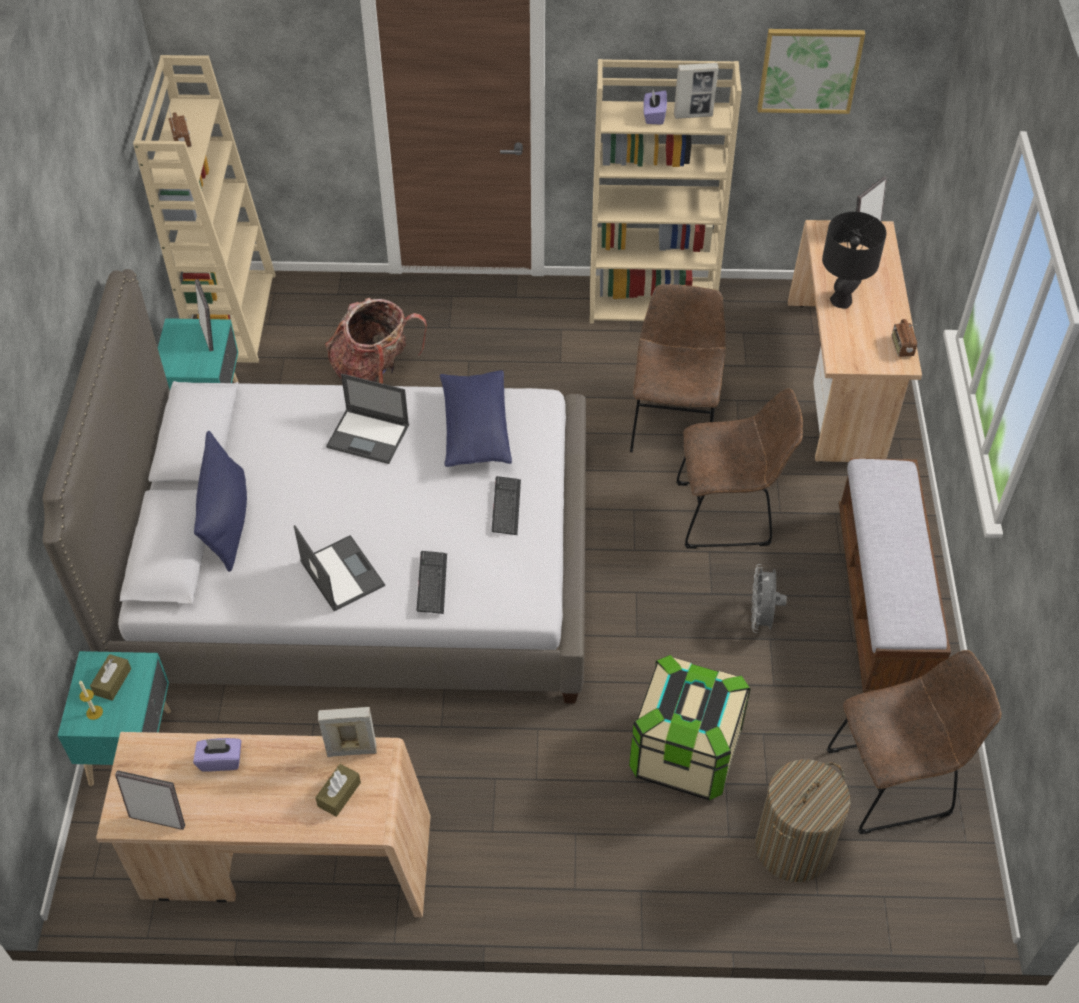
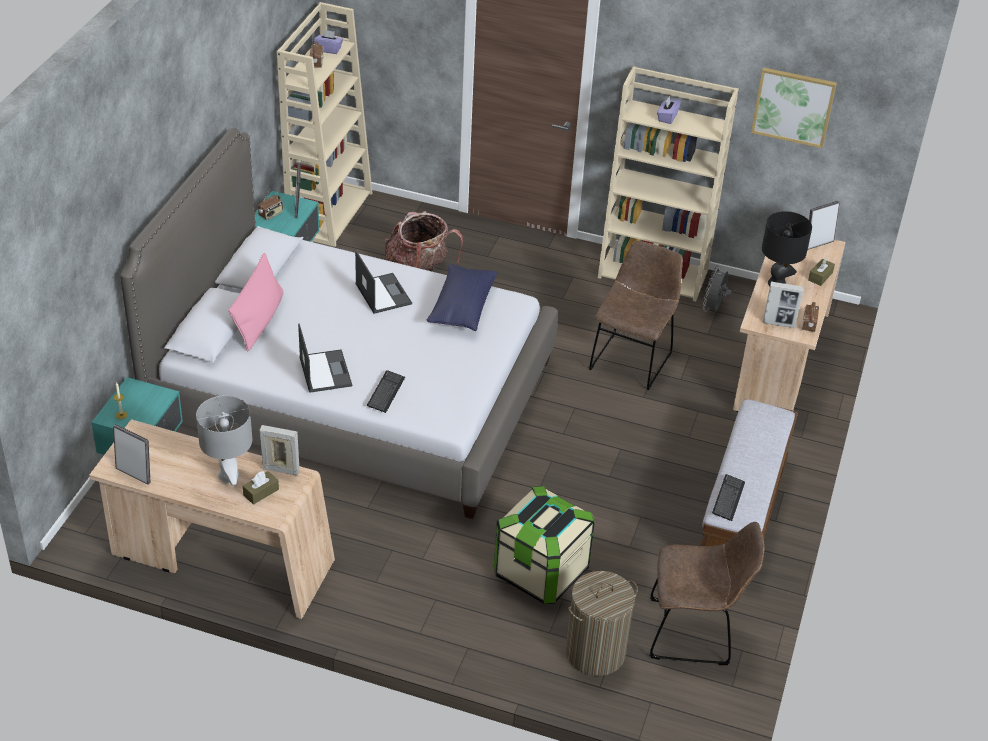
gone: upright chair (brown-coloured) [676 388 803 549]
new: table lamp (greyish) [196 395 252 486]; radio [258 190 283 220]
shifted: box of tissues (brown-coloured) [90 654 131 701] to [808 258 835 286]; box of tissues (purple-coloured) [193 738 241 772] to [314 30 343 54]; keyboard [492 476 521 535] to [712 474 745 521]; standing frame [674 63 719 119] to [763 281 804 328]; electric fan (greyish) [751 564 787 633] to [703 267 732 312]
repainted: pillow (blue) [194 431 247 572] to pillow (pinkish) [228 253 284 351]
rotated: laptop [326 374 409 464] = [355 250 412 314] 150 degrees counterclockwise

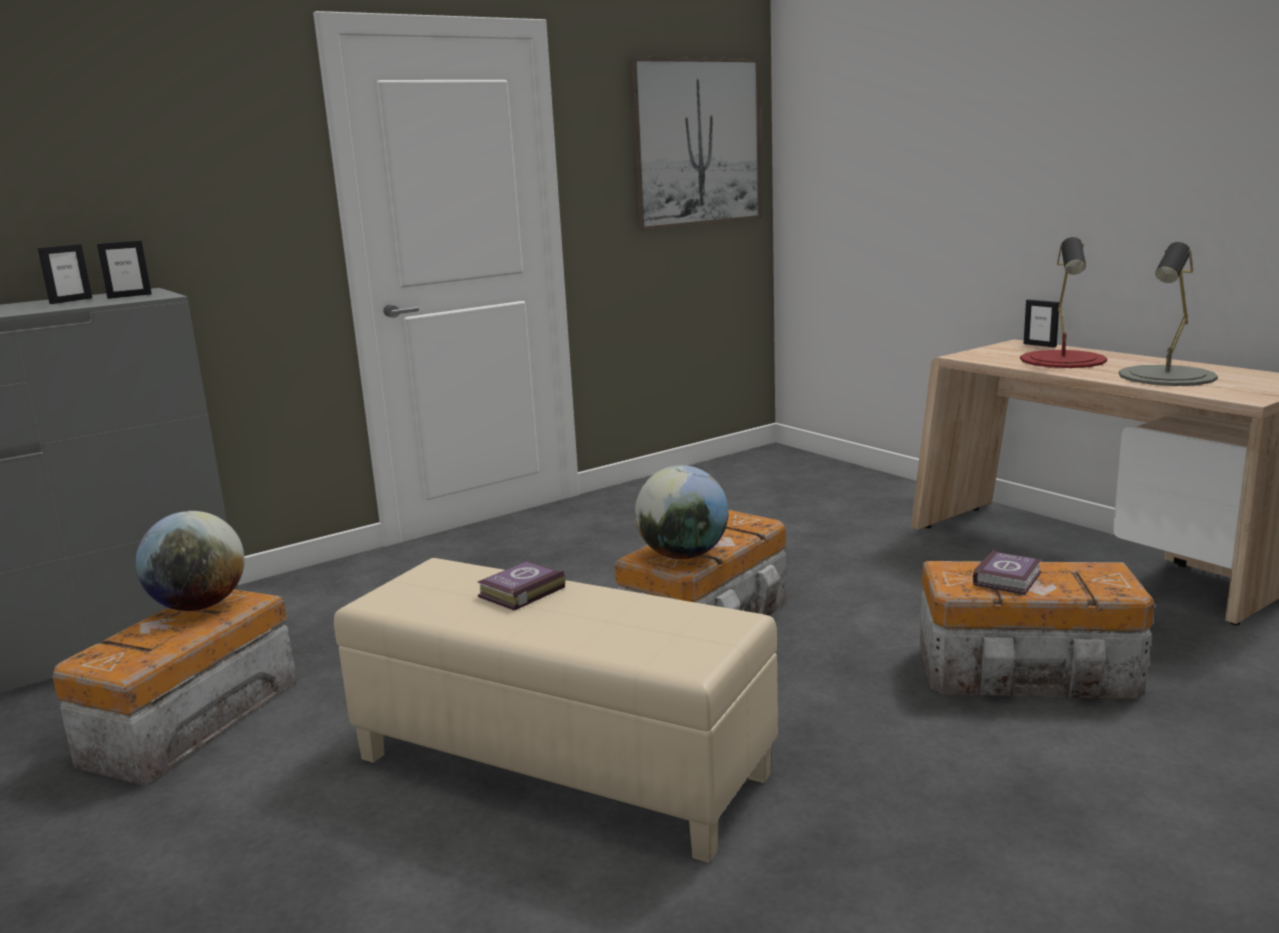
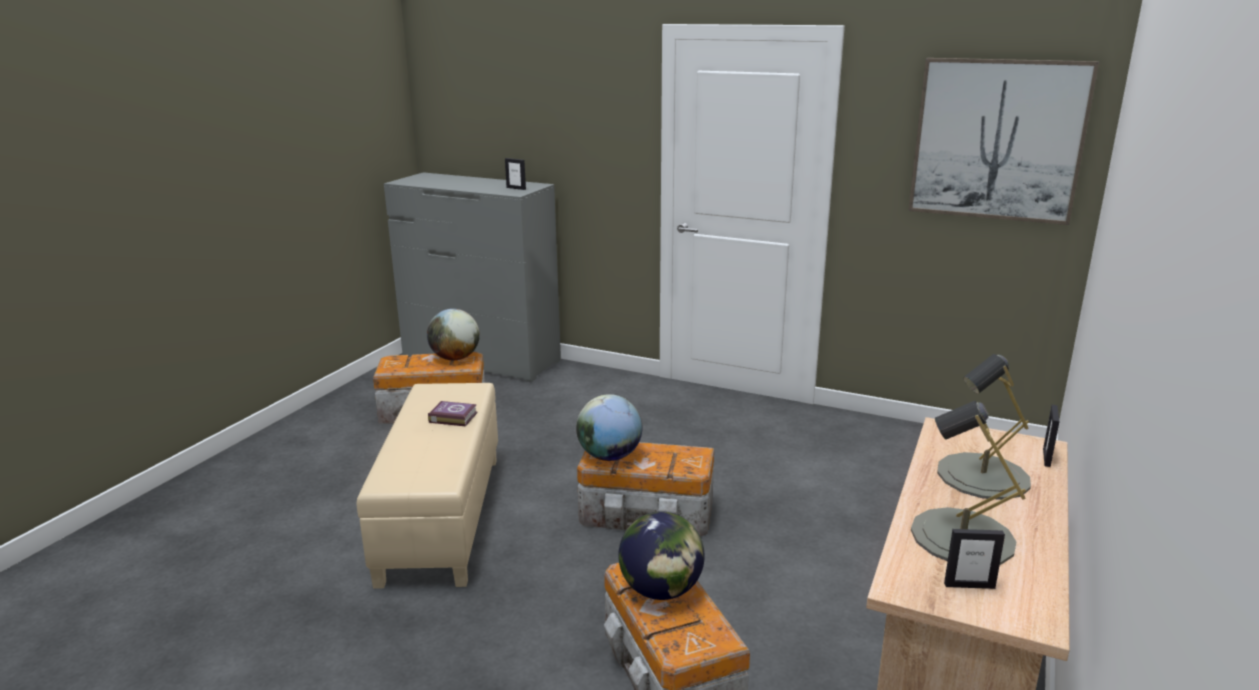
shifted: standing frame [38 244 92 304] to [944 529 1005 589]
swapped: bound book [973 550 1041 595] to desk globe [618 512 705 600]
repainted: table lamp (reddish) [1020 237 1107 368] to table lamp (greyish) [937 354 1031 500]

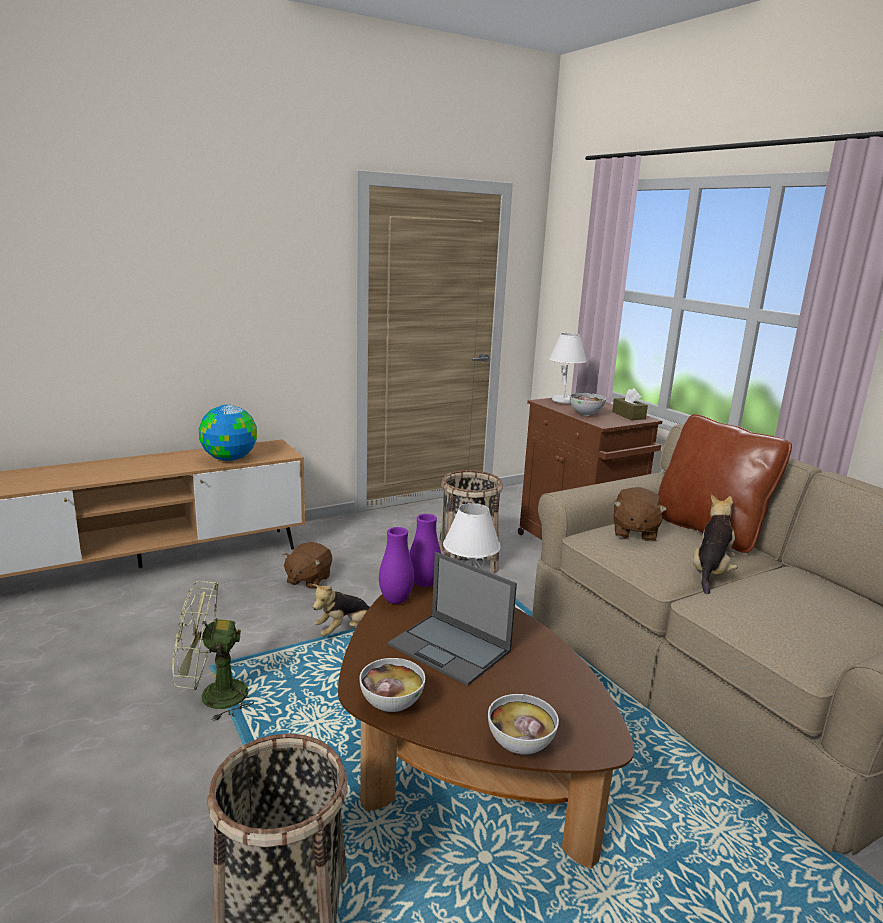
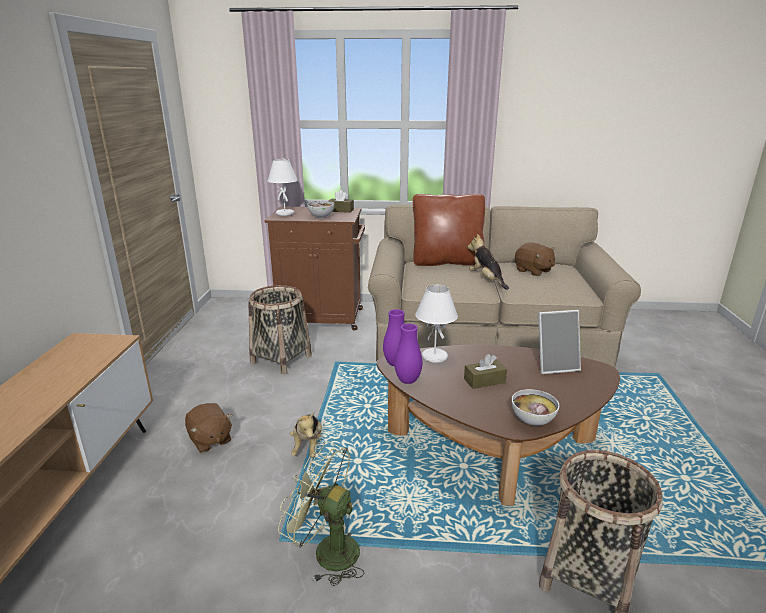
gone: desk globe [199 405 257 461]; bowl [488 694 559 755]
new: standing frame [538 310 581 374]
shifted: cuddly toy (brown-coloured) [613 487 667 542] to [515 242 555 276]
swapped: laptop [388 552 517 686] to box of tissues (brown-coloured) [464 354 507 389]
rotated: electric fan (green) [172 581 254 722] = [278 441 364 586] 90 degrees clockwise

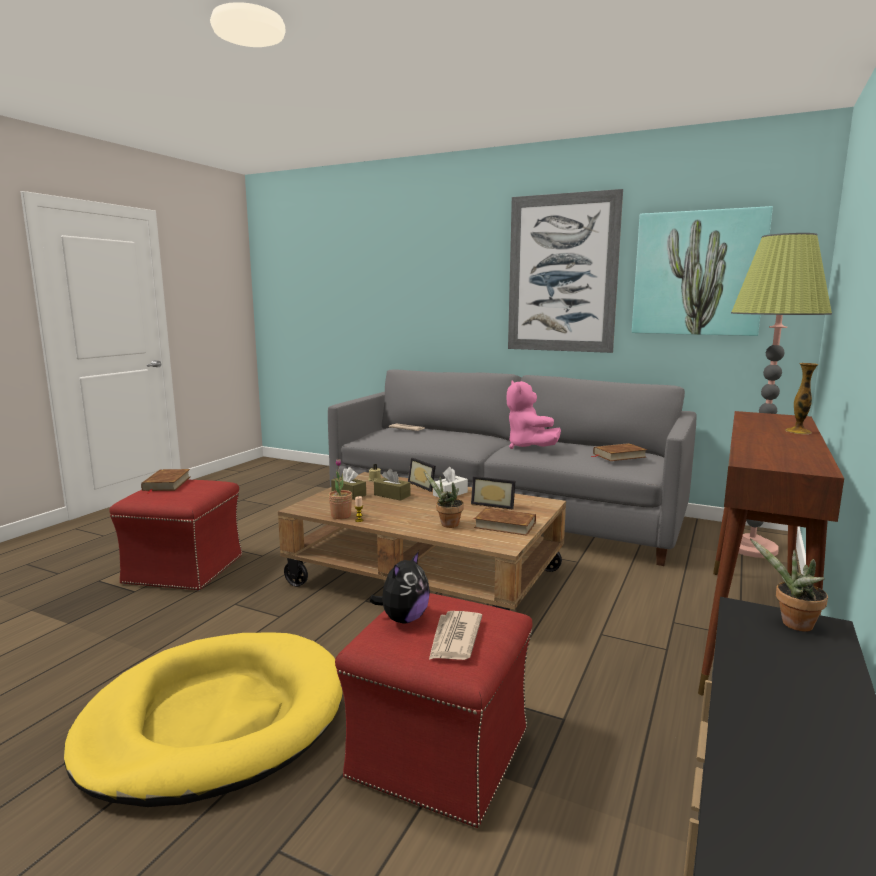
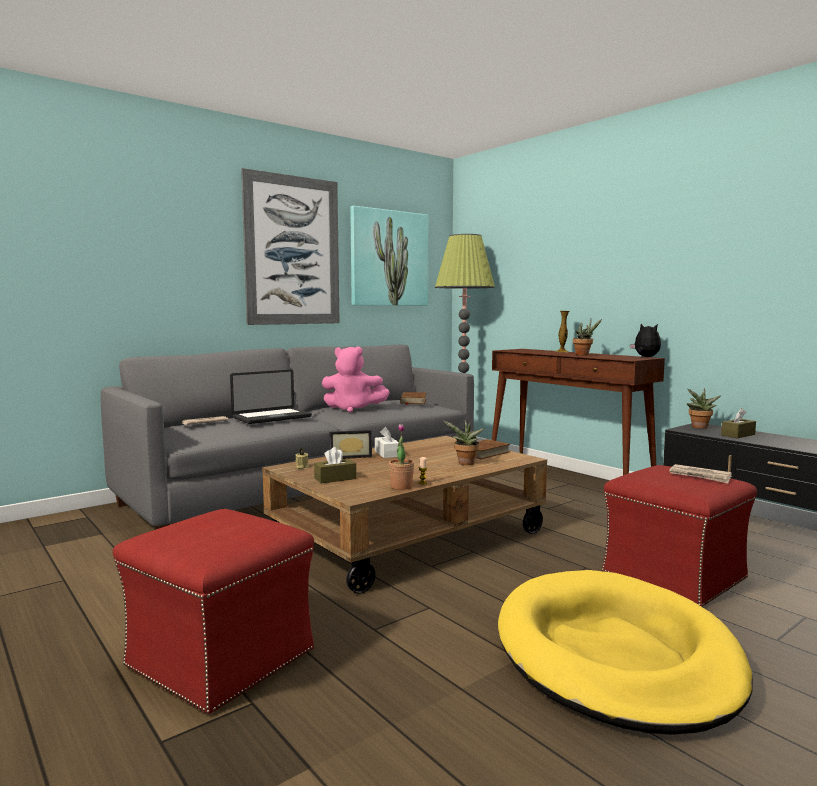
gone: bound book (brown-coloured) [141 469 190 494]; standing frame [471 476 515 510]
new: laptop [230 370 312 424]; potted plant [573 319 602 355]
shifted: cuddly toy [369 551 430 624] to [630 324 661 357]; box of tissues (brown-coloured) [374 469 410 501] to [721 408 756 438]

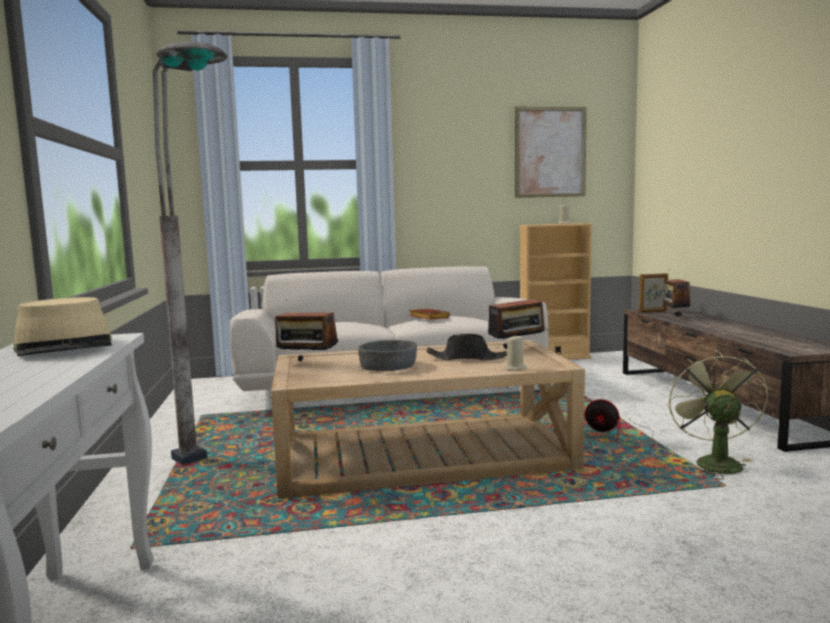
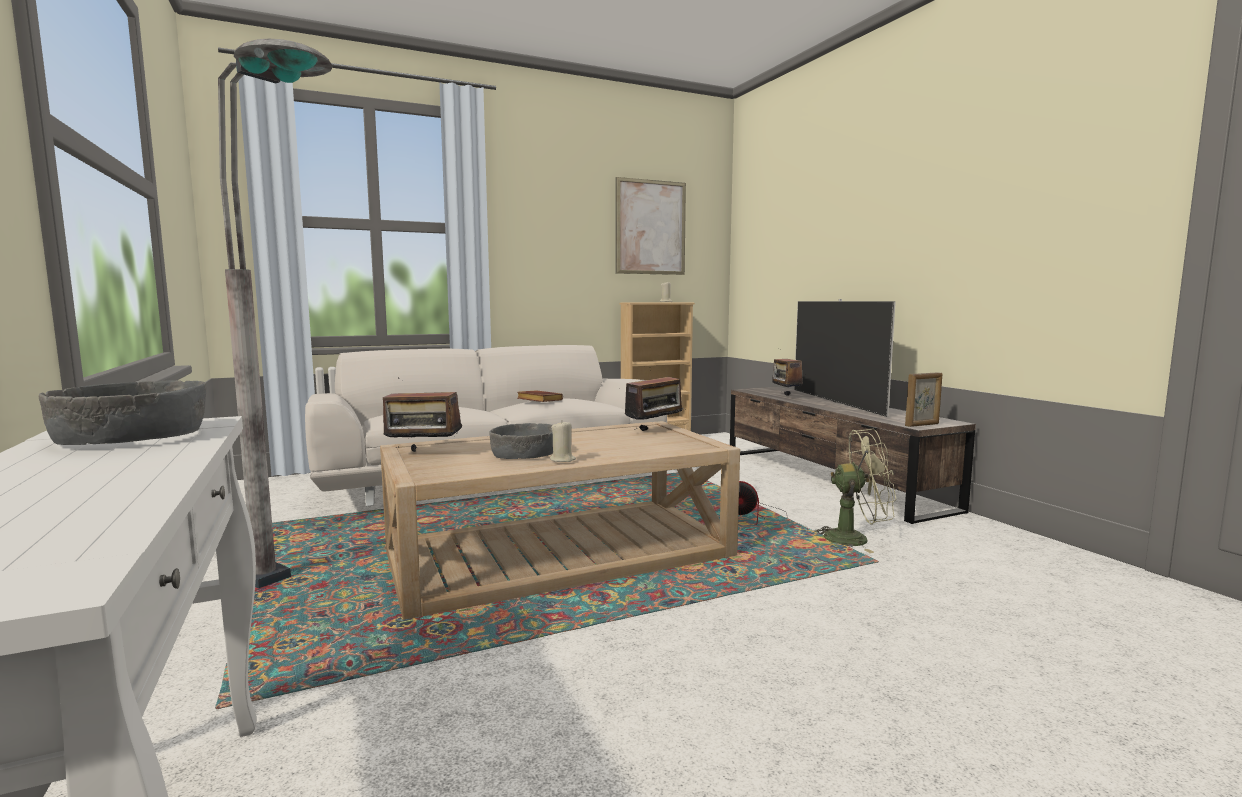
gone: wearable hat (black) [426 334 507 360]
new: TV [794 299 896 417]
shifted: wax light (beige-coloured) [505 334 527 370] to [550 421 576 462]; standing frame [639 273 668 312] to [905 372 942 427]
swapped: wearable hat (beige-coloured) [13 297 112 357] to bowl (greyish) [39 380 206 445]
rotated: electric fan (green) [667 350 768 480] = [814 429 896 553] 105 degrees clockwise

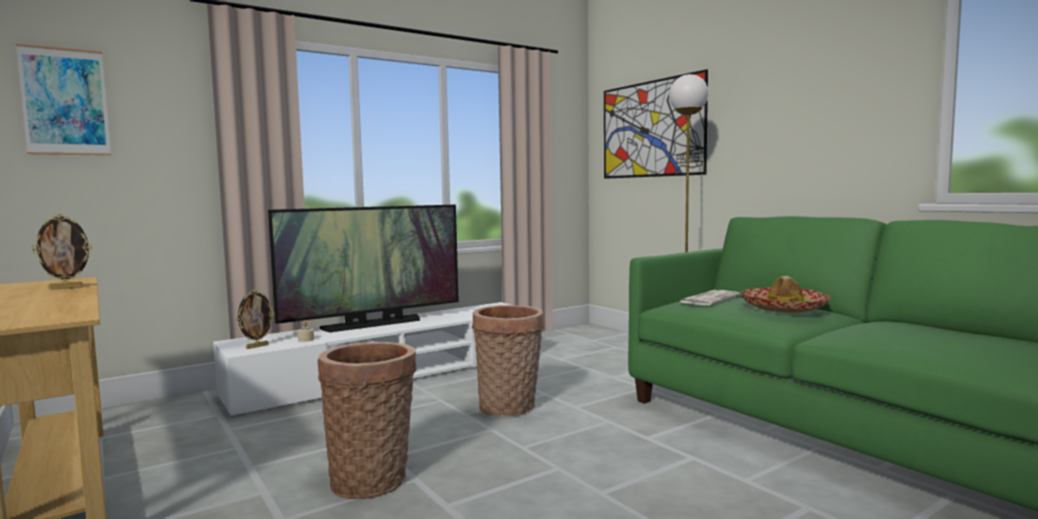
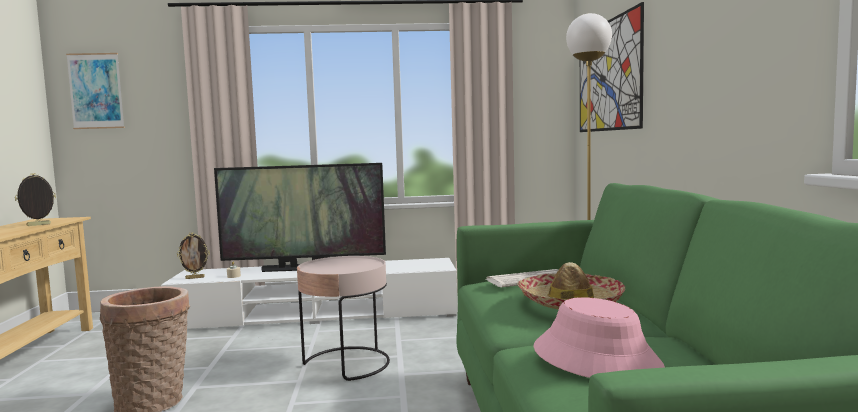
new: wearable hat (pinkish) [533 297 665 378]
swapped: storage basket [472 305 544 417] to end table (pinkish) [297 256 390 381]
rotated: standing frame [32 214 92 290] = [15 173 56 226] 135 degrees clockwise

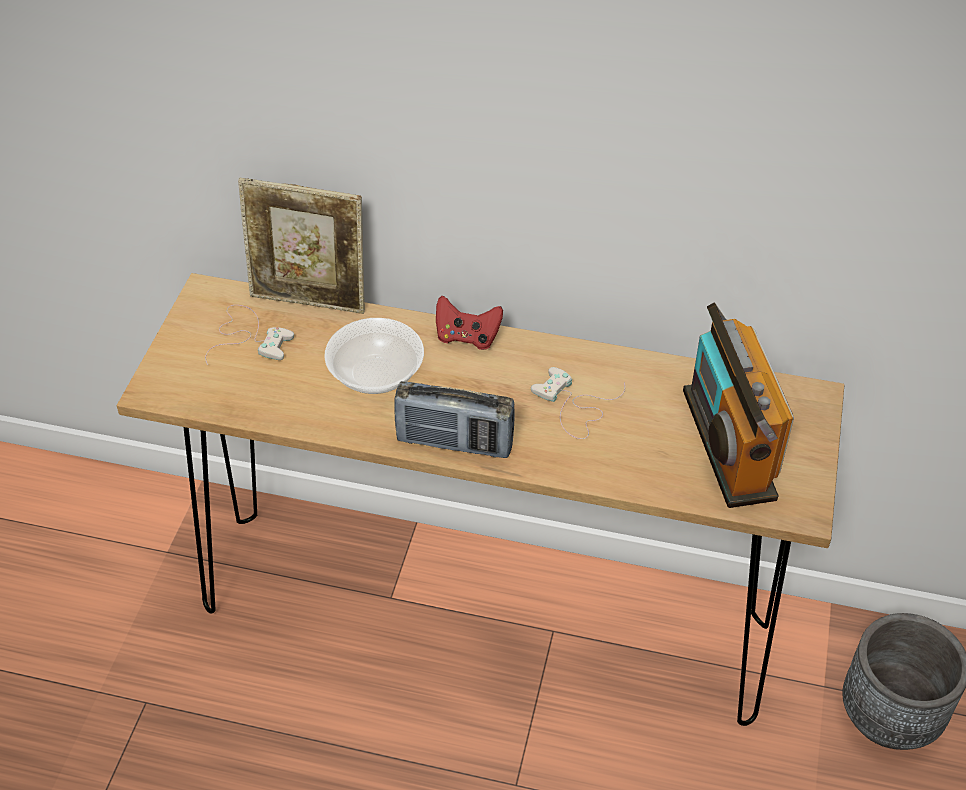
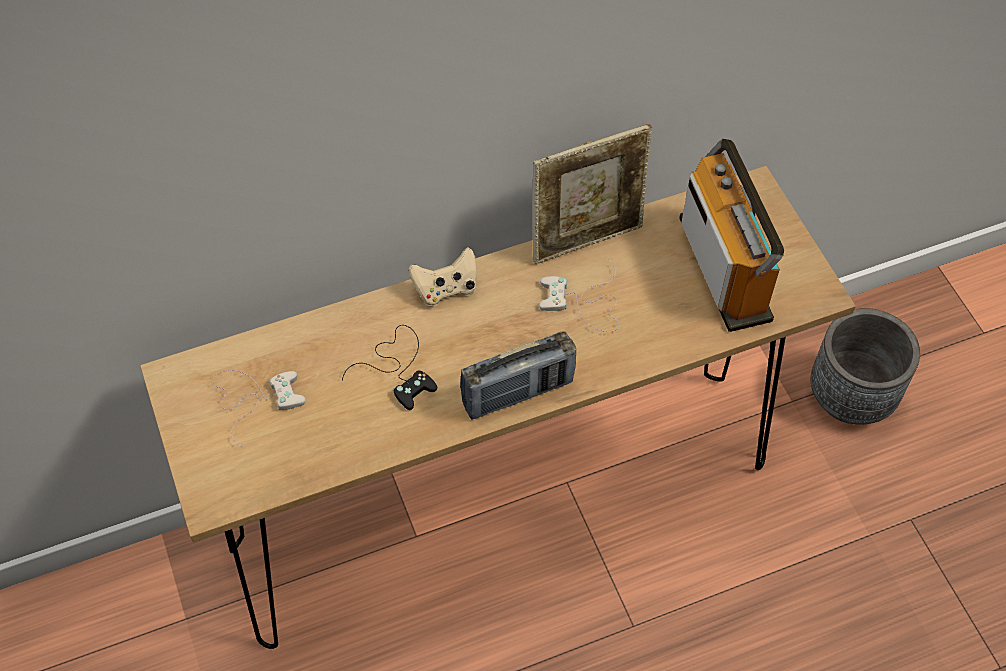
shifted: standing frame [238 178 365 314] to [533 124 652 264]
swapped: bowl [324 318 424 394] to gamepad (black) [342 325 437 410]
repainted: gamepad (reddish) [436 296 503 350] to gamepad (beige-coloured) [409 247 477 306]
rotated: radio [683 302 794 508] = [679 139 784 332] 150 degrees counterclockwise

